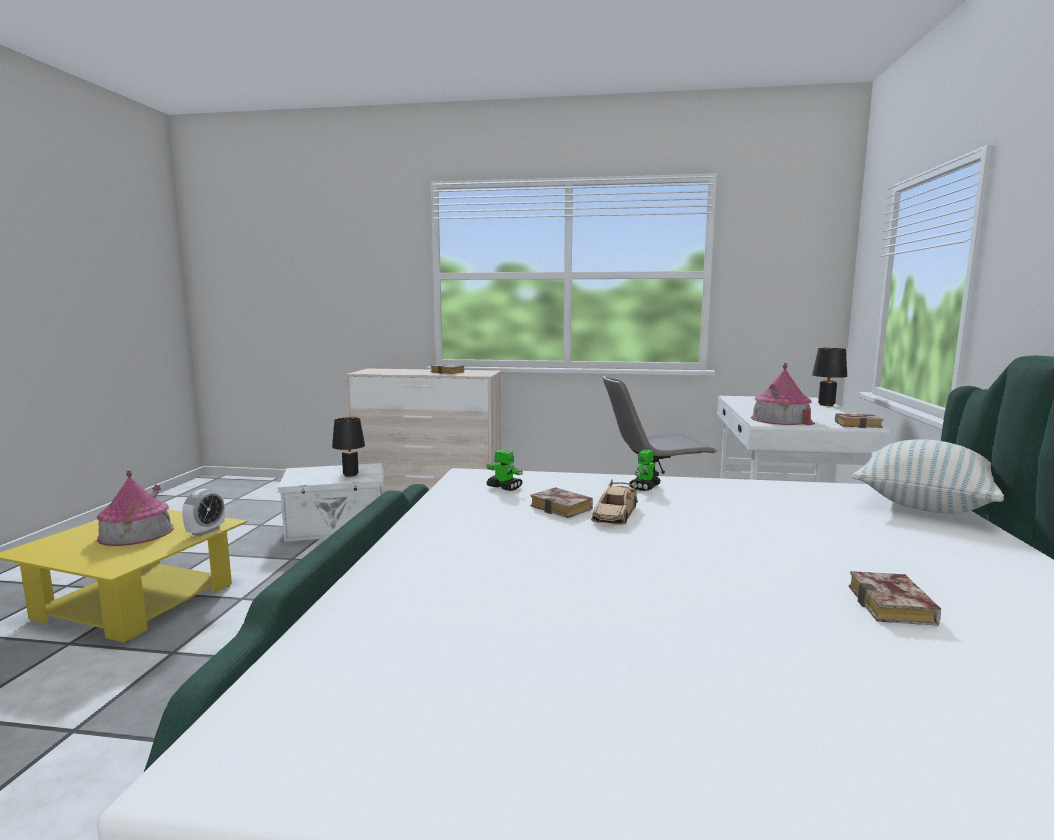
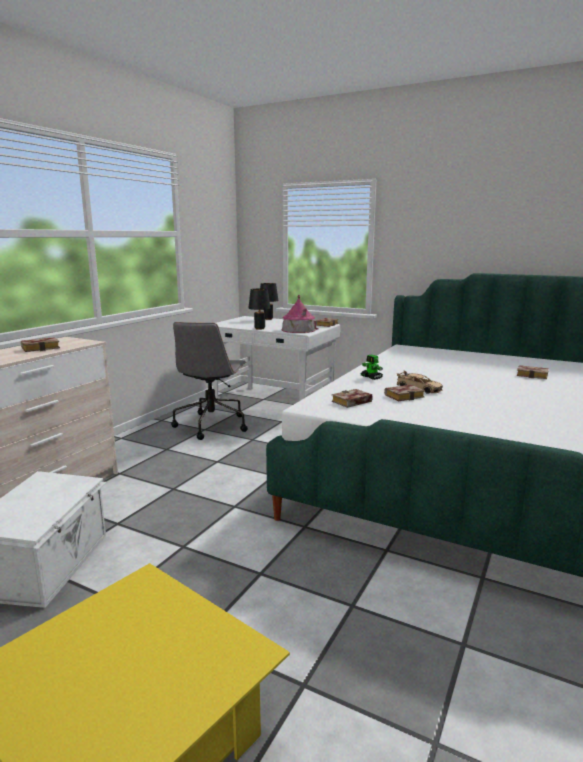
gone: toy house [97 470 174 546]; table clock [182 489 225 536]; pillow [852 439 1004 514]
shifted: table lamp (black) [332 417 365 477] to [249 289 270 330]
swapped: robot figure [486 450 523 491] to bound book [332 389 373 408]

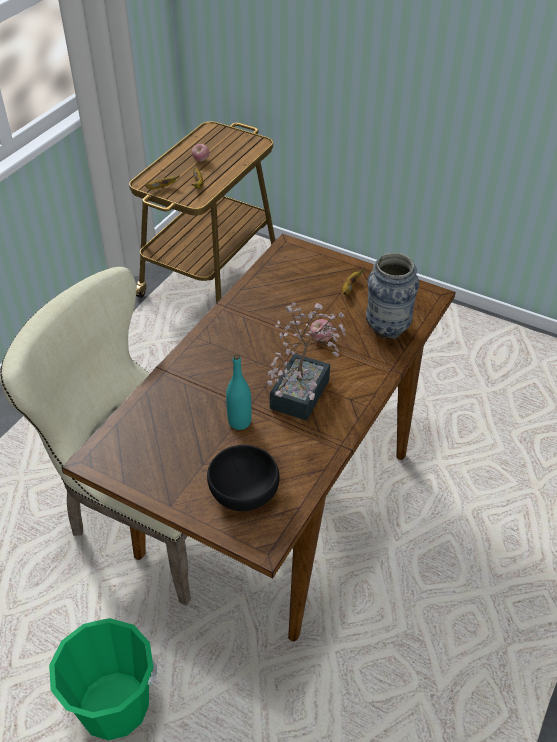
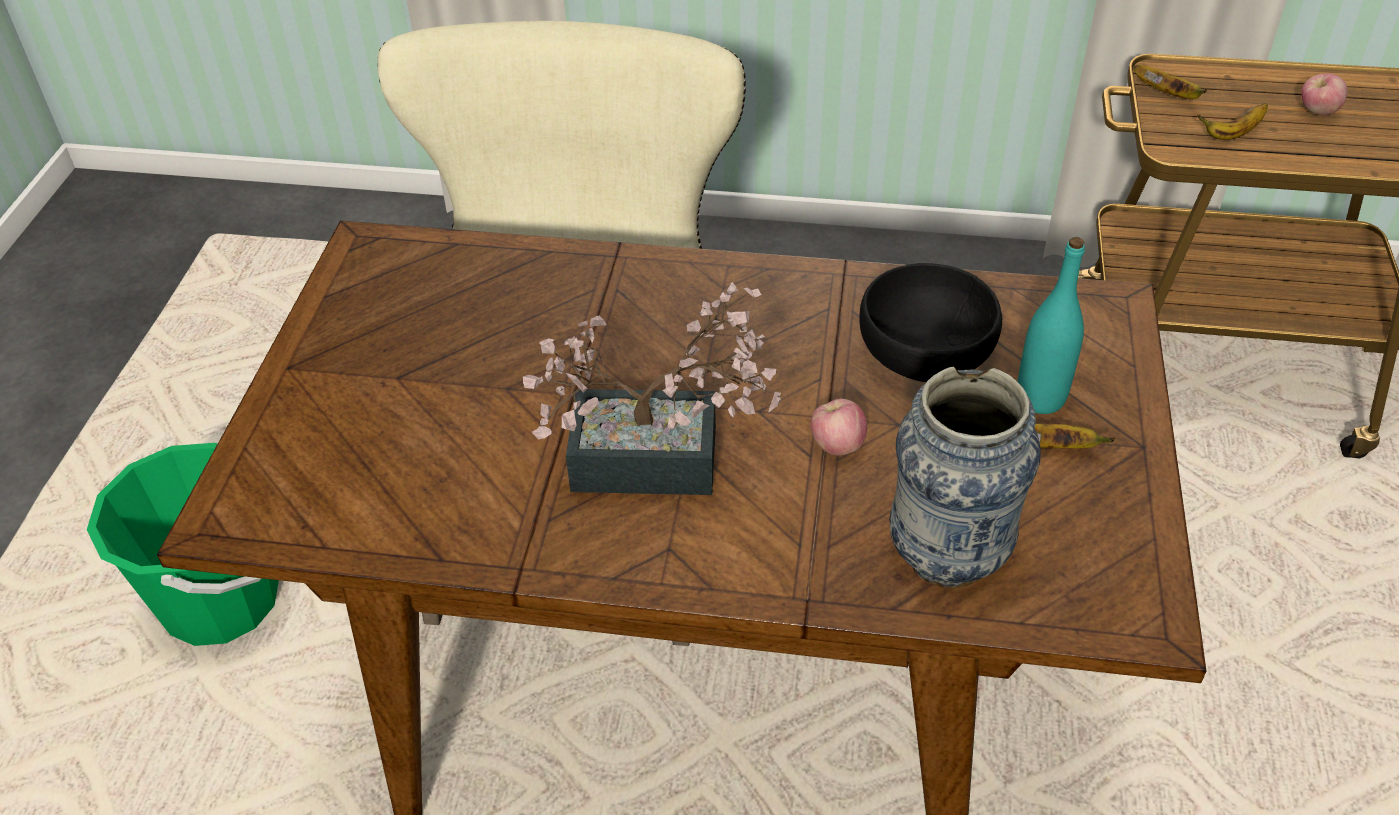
shifted: bowl (black) [207 445 280 512] to [859 263 1002 382]; beverage bottle (blue-green) [226 354 252 430] to [1017 237 1085 414]

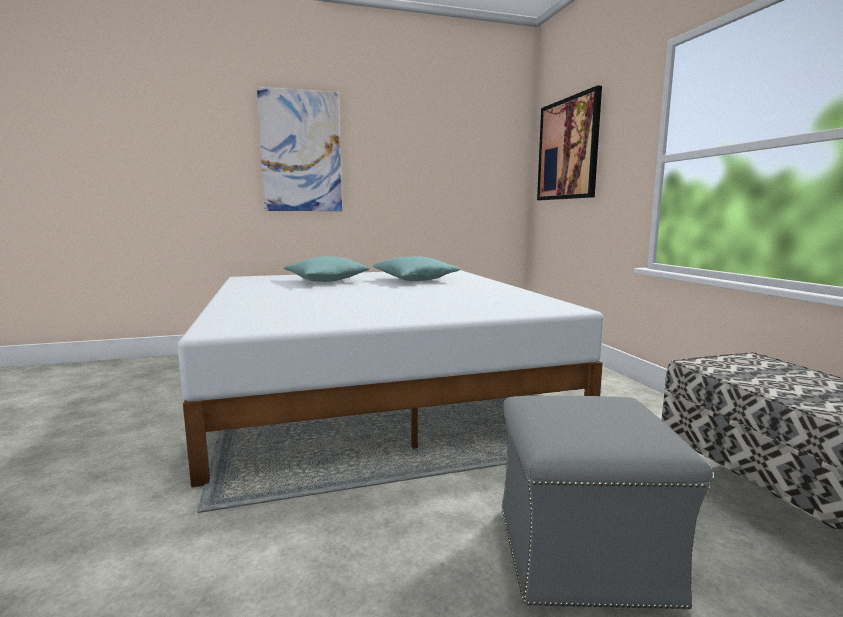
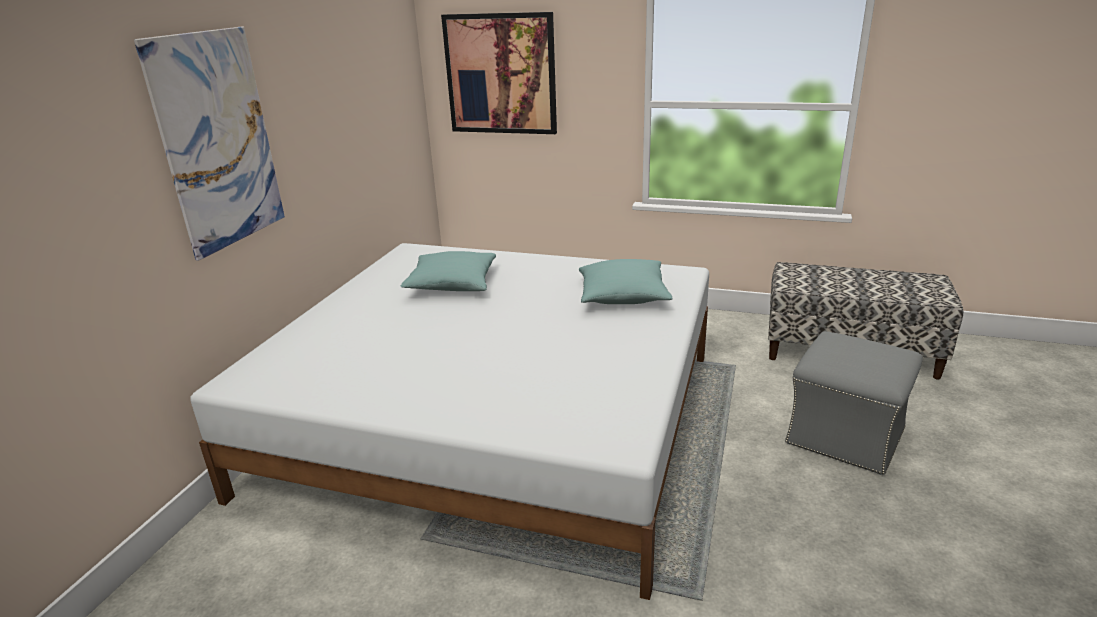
shifted: pillow (blue-green) [284 256 370 282] to [579 259 673 304]

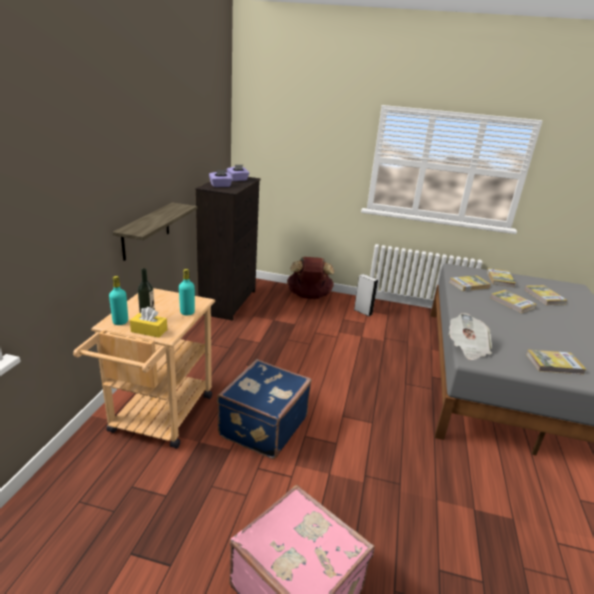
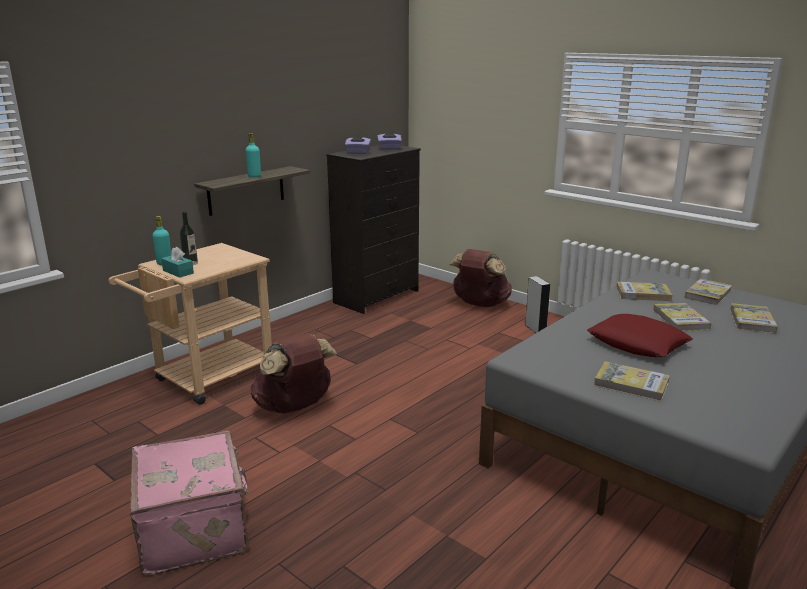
gone: daily paper [449 313 492 360]
new: pillow (reddish) [587 314 693 357]
shifted: beverage bottle (blue-green) [179 269 195 315] to [245 133 261 178]
swapped: suitcase (blue) [217 359 312 459] to backpack (brown-coloured) [251 333 337 414]
repainted: box of tissues (yellowish) [130 307 167 338] to box of tissues (blue-green) [161 247 194 278]

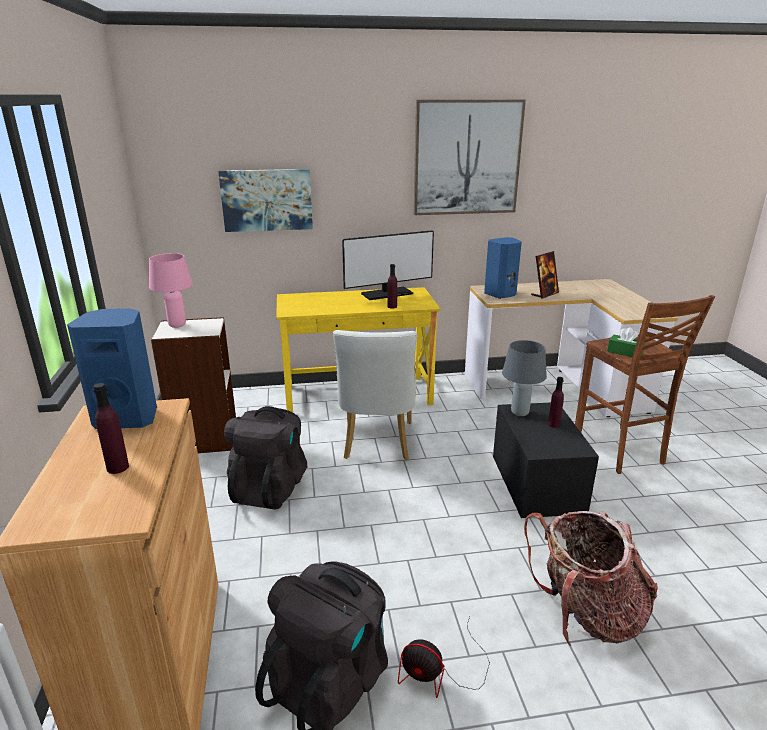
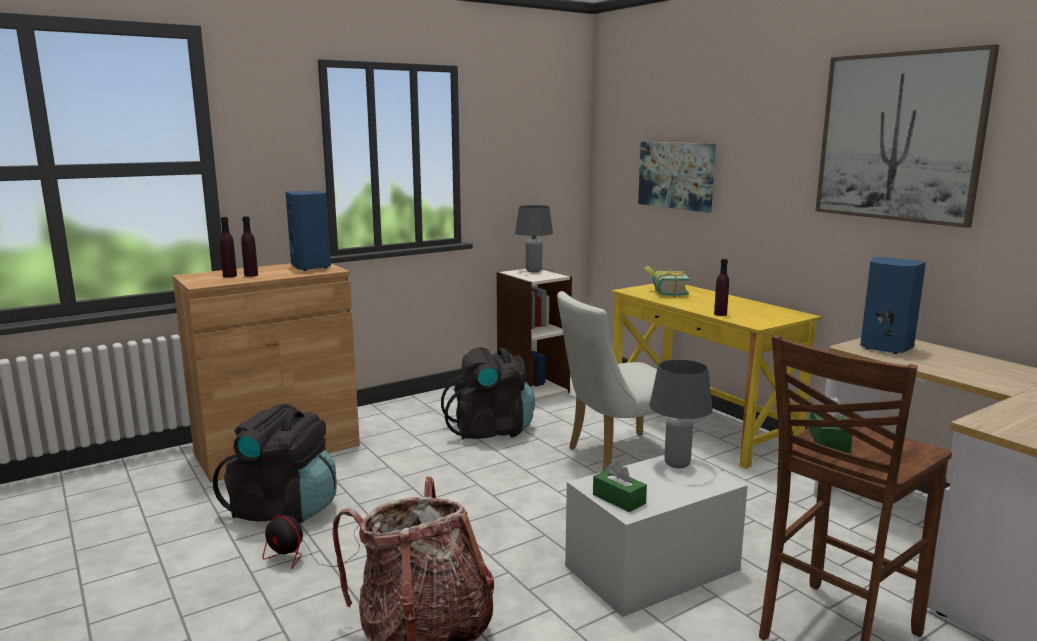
gone: monitor [342 230 434 300]; standing frame [531 251 559 299]
new: box of tissues (green) [593 461 647 512]; bound book [644 266 690 297]
shifted: beverage bottle (purple-coloured) [548 377 564 428] to [220 217 237 278]
repainted: table lamp (pinkish) [149 253 193 328] to table lamp (greyish) [515 205 553 272]; storage bin (black) [493 403 599 518] to storage bin (white-coloured) [565 455 748 617]
rotated: electric fan [398 617 490 698] = [263 515 360 569] 60 degrees counterclockwise

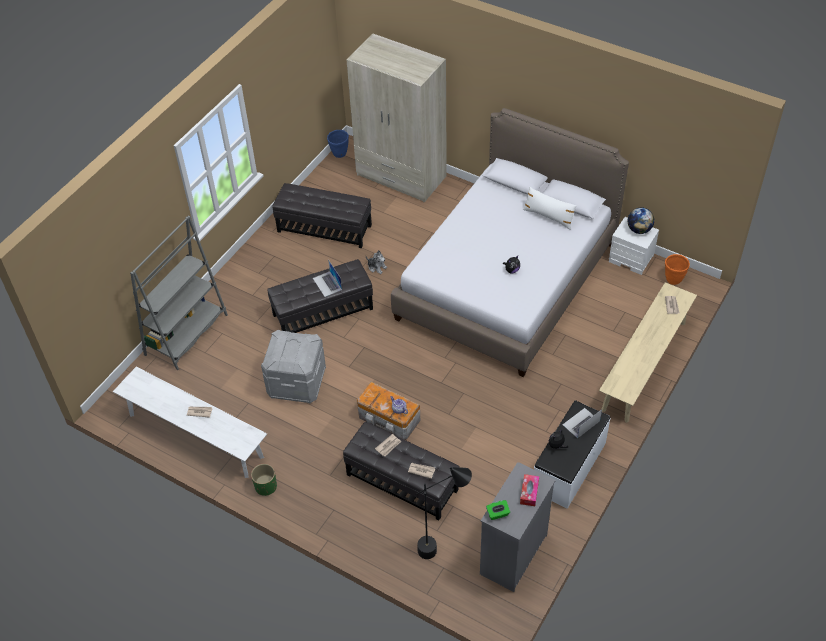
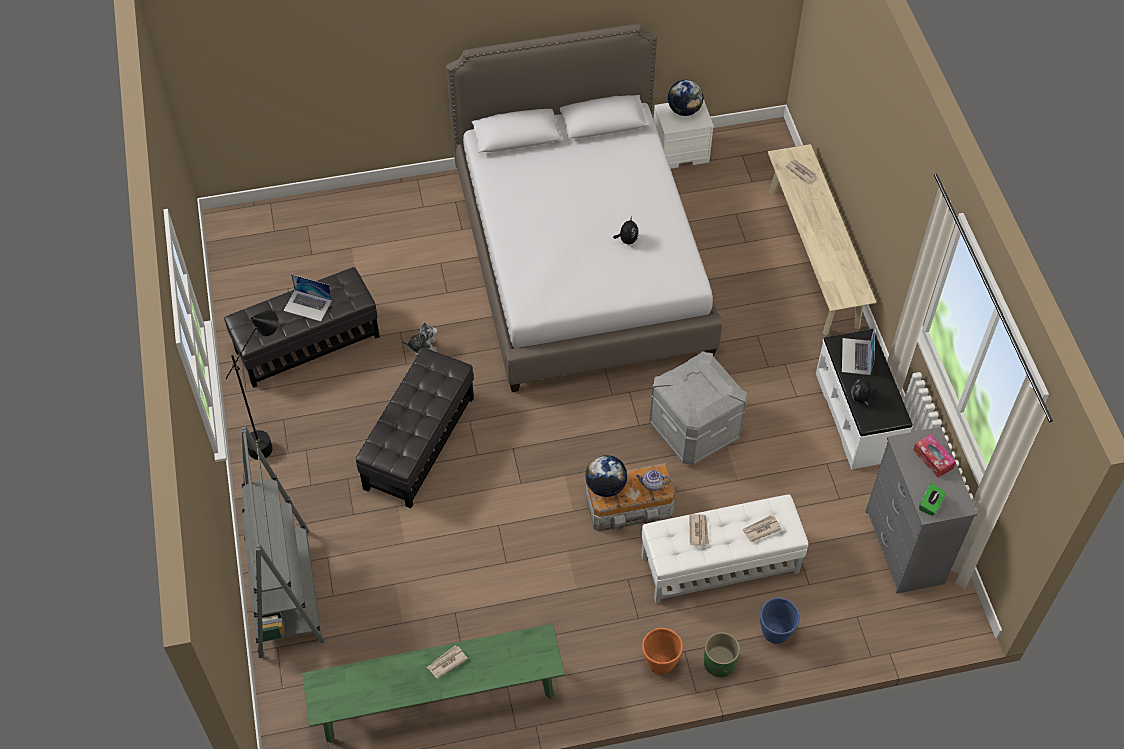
gone: wardrobe (beige-coloured) [346 33 447 203]; pillow (white-coloured) [523 186 577 230]
new: desk globe [585 455 627 497]
shifted: planter (green) [251 464 277 496] to [704 632 740 678]; storage bin (greyish) [261 329 326 403] to [649 351 748 465]; laptop [313 259 342 297] to [283 274 332 321]; planter (blue) [327 130 349 158] to [760 597 800 644]; floor lamp (black) [415 467 472 559] to [225 310 278 460]; planter (orange) [665 254 690 285] to [642 628 683 674]
repainted: indoor bench (white-coloured) [113 367 267 478] to indoor bench (green) [302 624 565 743]; ottoman (black) [343 422 460 520] to ottoman (white-coloured) [641 494 808 603]

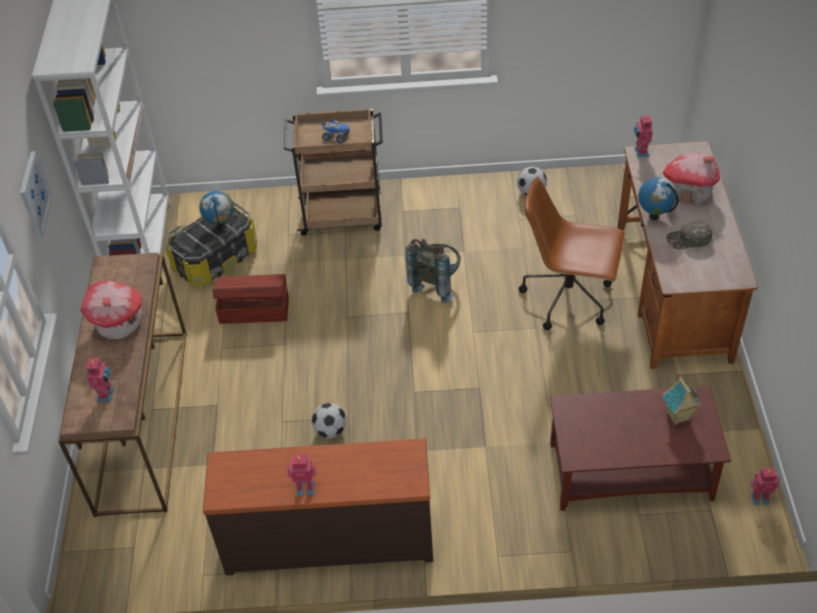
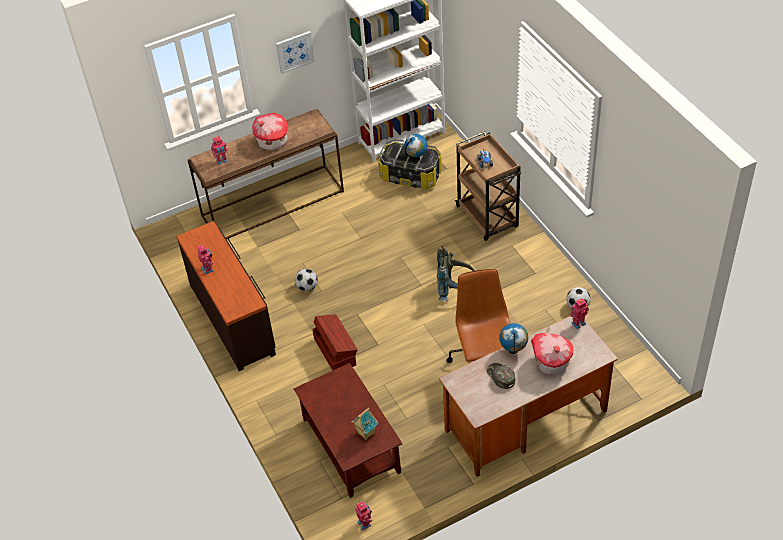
shifted: storage bin (brown-coloured) [213 274 289 324] to [312 314 358 371]

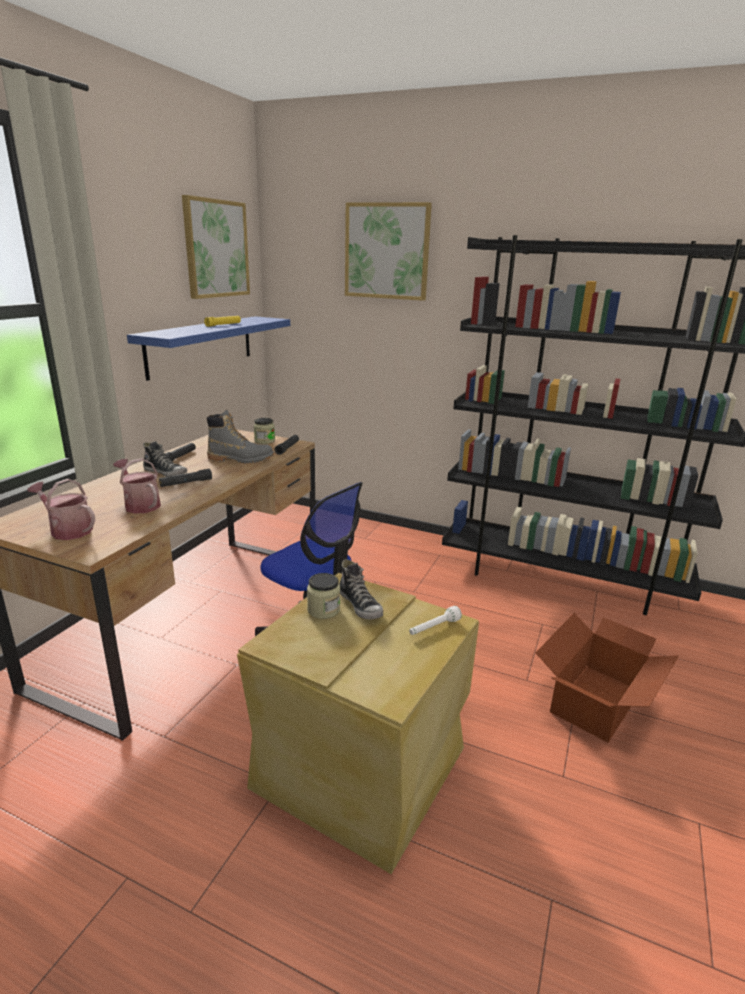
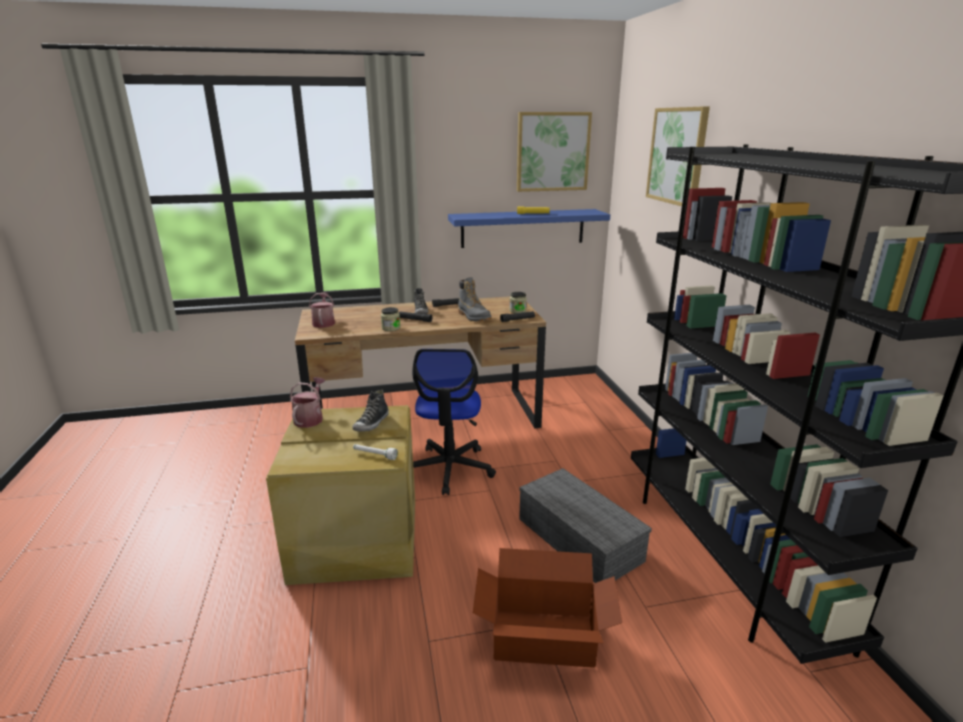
new: storage bin (greyish) [519 468 652 583]
shifted: sprinkling can [113 458 161 514] to [290 377 325 428]; jar [307 573 340 619] to [381 307 400 331]

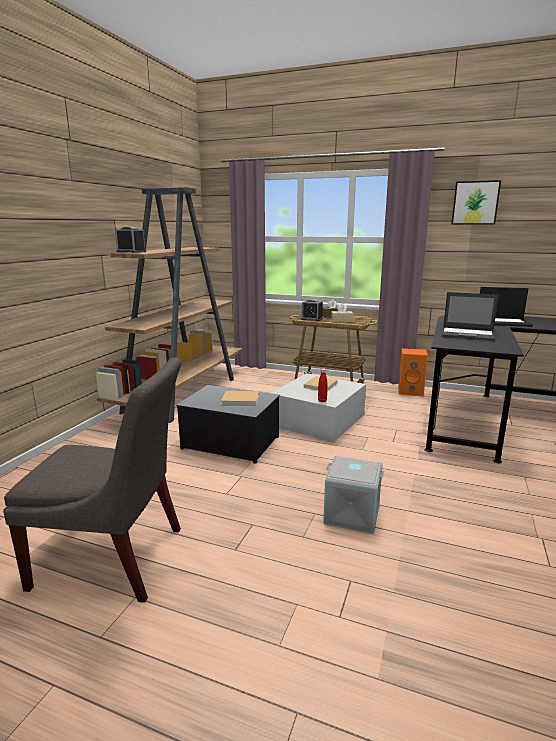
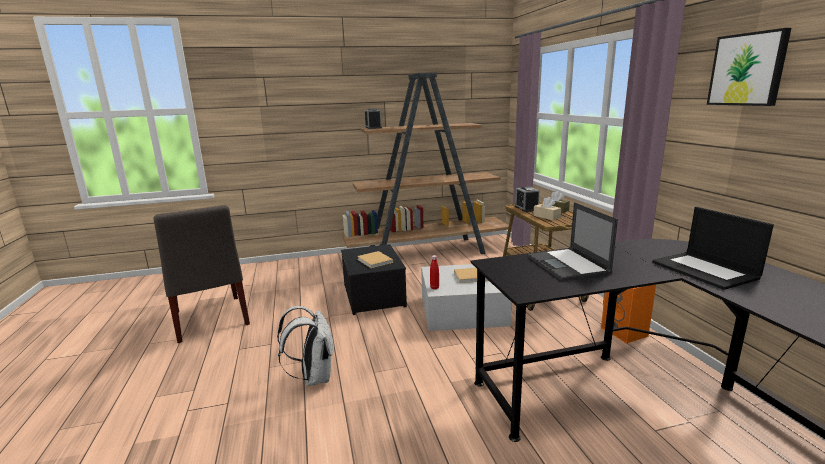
swapped: storage bin (greyish) [323 456 384 534] to backpack (white-coloured) [277 306 334 386]

